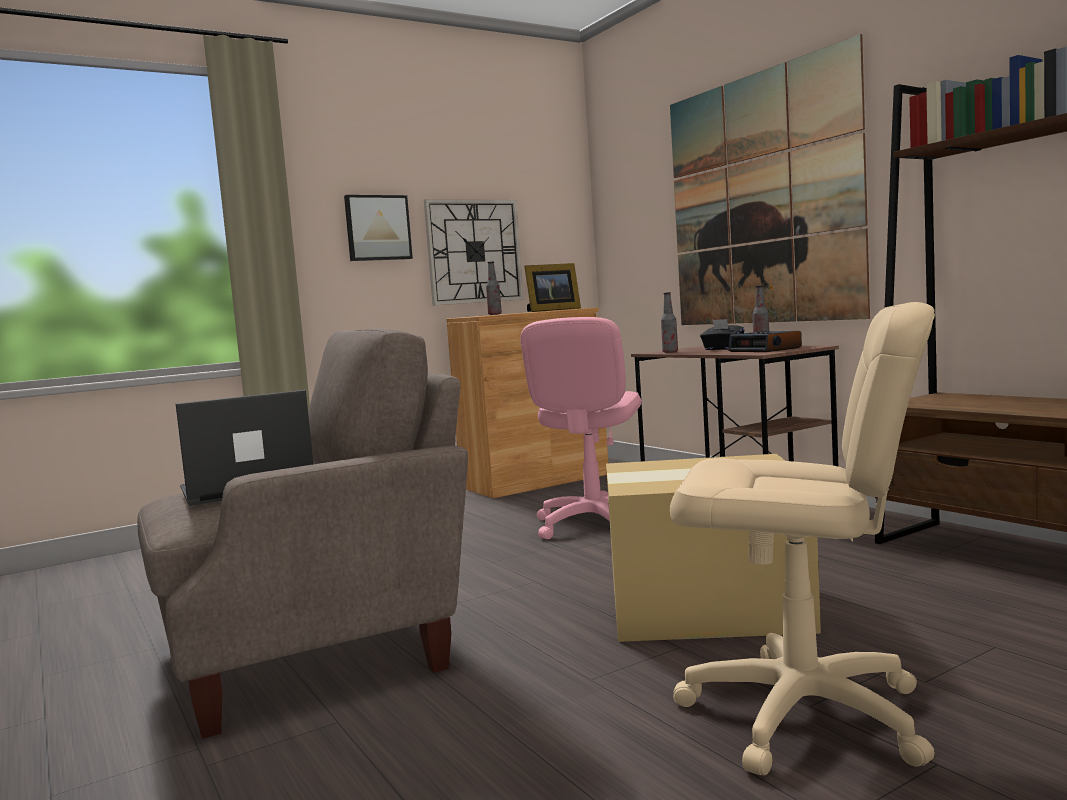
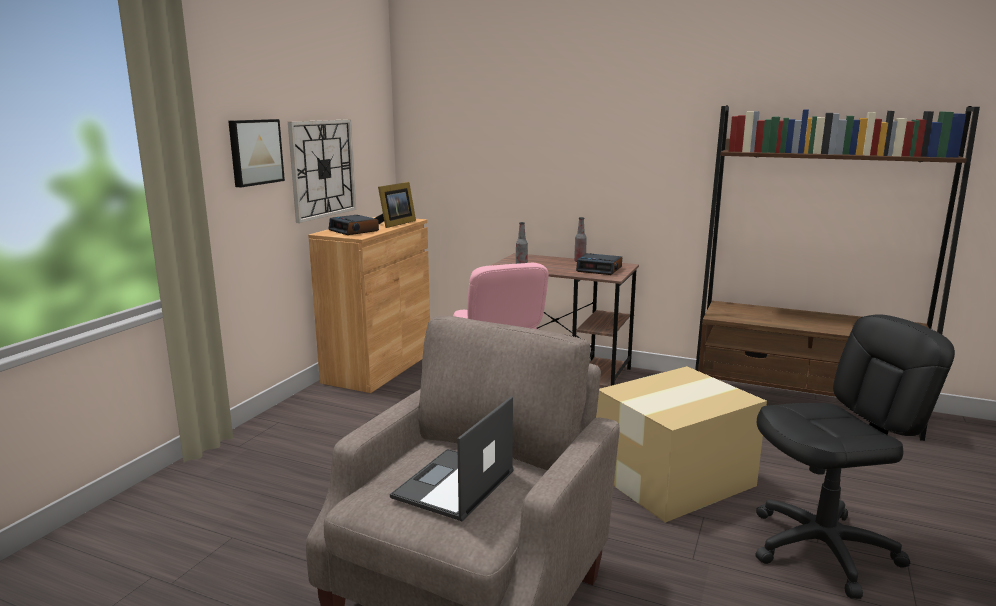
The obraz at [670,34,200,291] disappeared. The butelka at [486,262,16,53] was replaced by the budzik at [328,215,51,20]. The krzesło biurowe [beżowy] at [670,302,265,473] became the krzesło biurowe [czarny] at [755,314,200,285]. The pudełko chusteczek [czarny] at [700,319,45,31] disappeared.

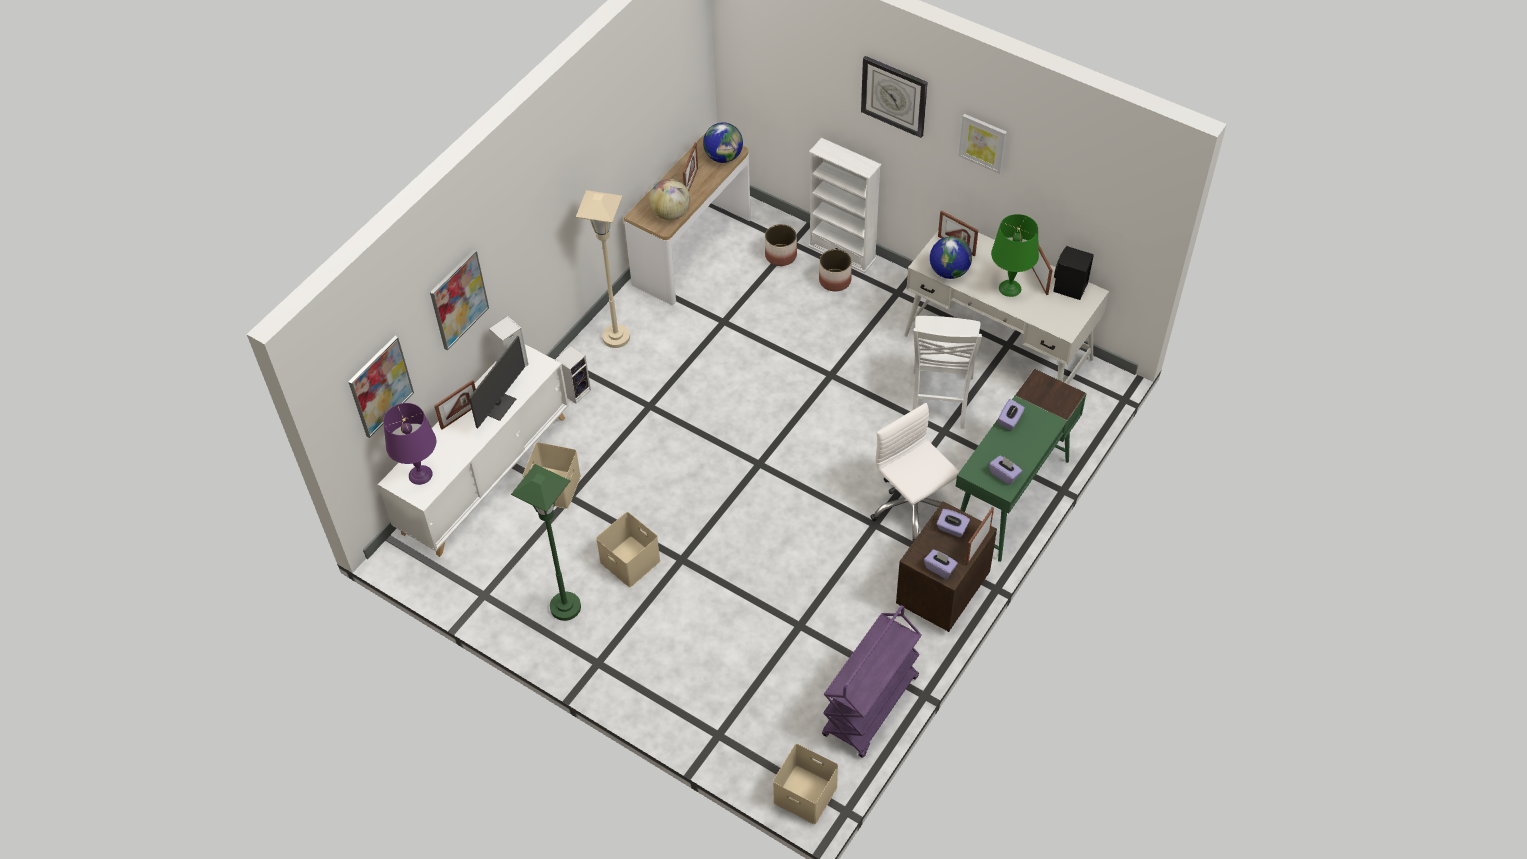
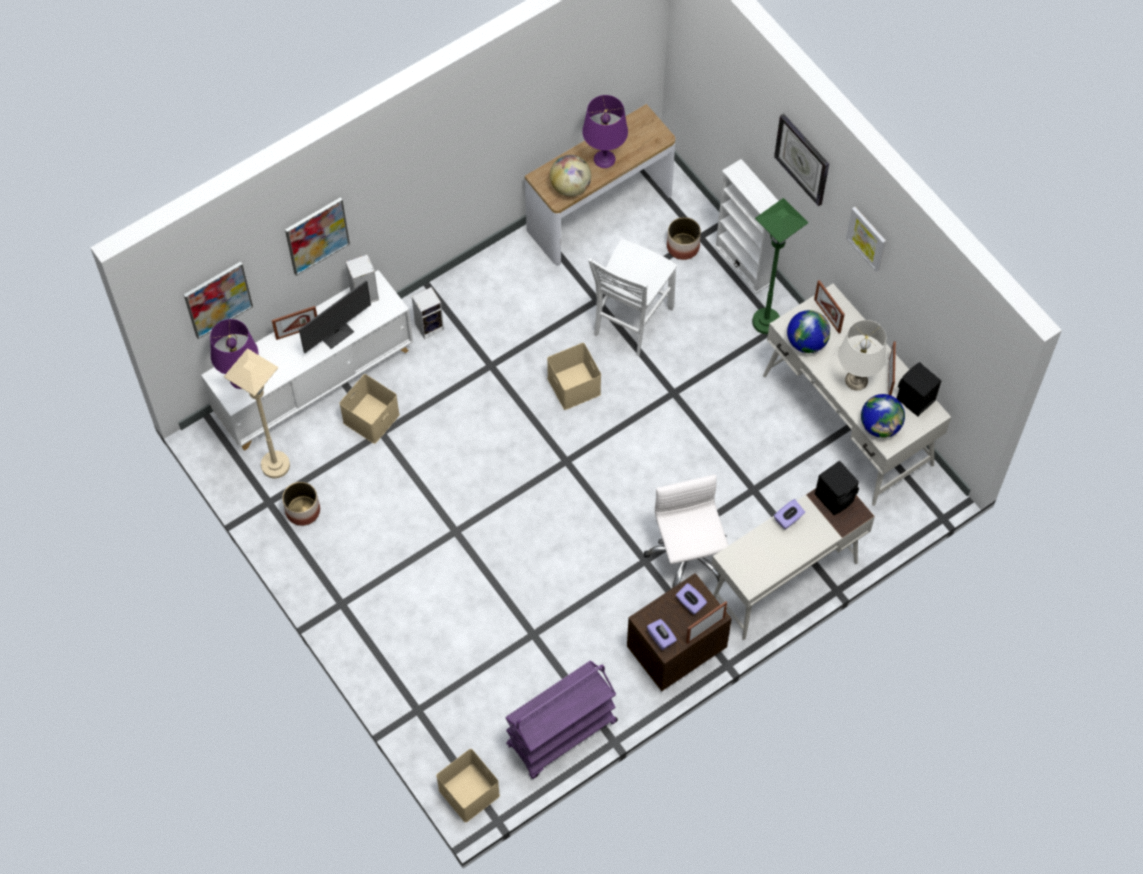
The globus moved from [703,122,40,41] to [861,394,44,44]. The ramka na zdjęcie at [683,143,15,48] was replaced by the lampa stołowa [fioletowy] at [582,95,46,73]. The lampa stojąca [beżowy] moved from [576,190,54,158] to [224,348,66,131]. The lampa stołowa [zielony] at [991,214,48,83] became the lampa stołowa [biały] at [838,320,49,71]. The donica moved from [819,249,33,42] to [282,482,38,44]. The krzesło [biały] moved from [913,316,69,113] to [588,239,89,117]. The biurko [zielony] at [956,368,131,194] became the biurko [biały] at [712,488,163,152]. The pudełko chusteczek [fioletowy] at [989,456,33,29] disappeared. The lampa stojąca [zielony] moved from [511,464,70,157] to [752,198,56,136]. The pojemnik do przechowywania [beżowy] moved from [596,512,65,76] to [547,343,54,67]. The głośnik [czarny] at [815,460,44,55] appeared.

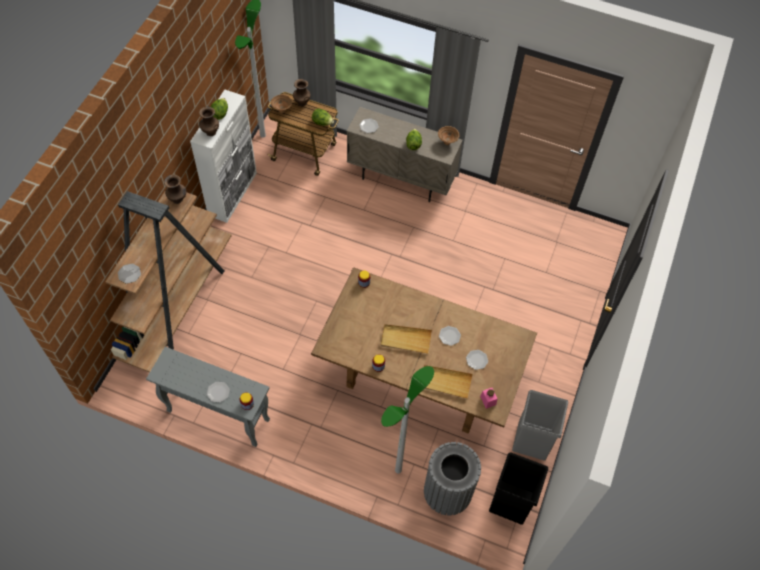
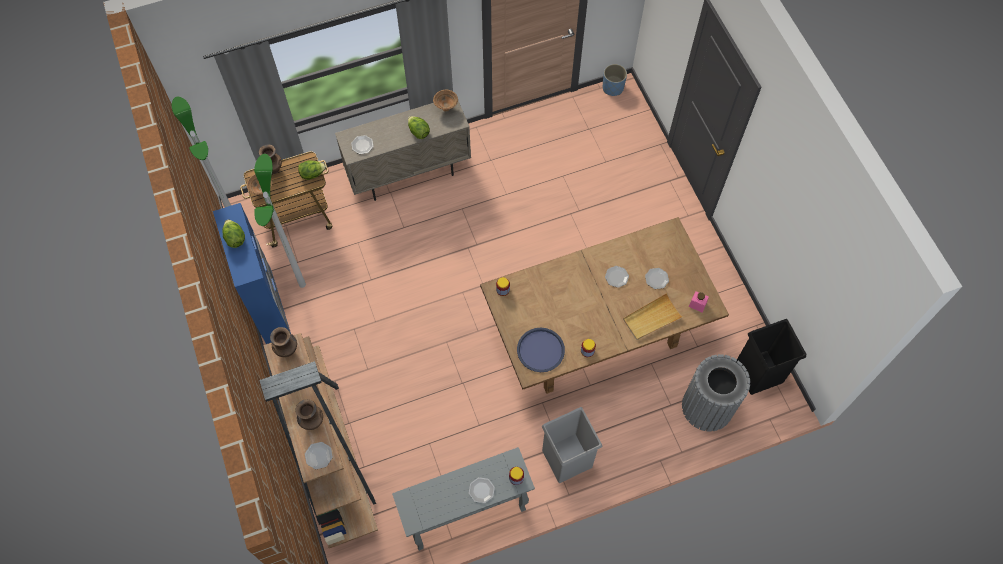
The szafka [biały] at [190,90,67,133] became the szafka [niebieski] at [213,203,78,141]. The wazon [brązowy] moved from [199,107,20,29] to [296,399,27,31]. The taca [beżowy] at [380,324,52,30] disappeared. The lampa stojąca moved from [381,366,53,108] to [254,154,52,134]. The kosz na śmieci [szary] moved from [512,390,56,71] to [542,407,60,76]. The donica [niebieski] at [603,64,24,32] appeared. The taca [niebieski] at [517,328,48,44] appeared.

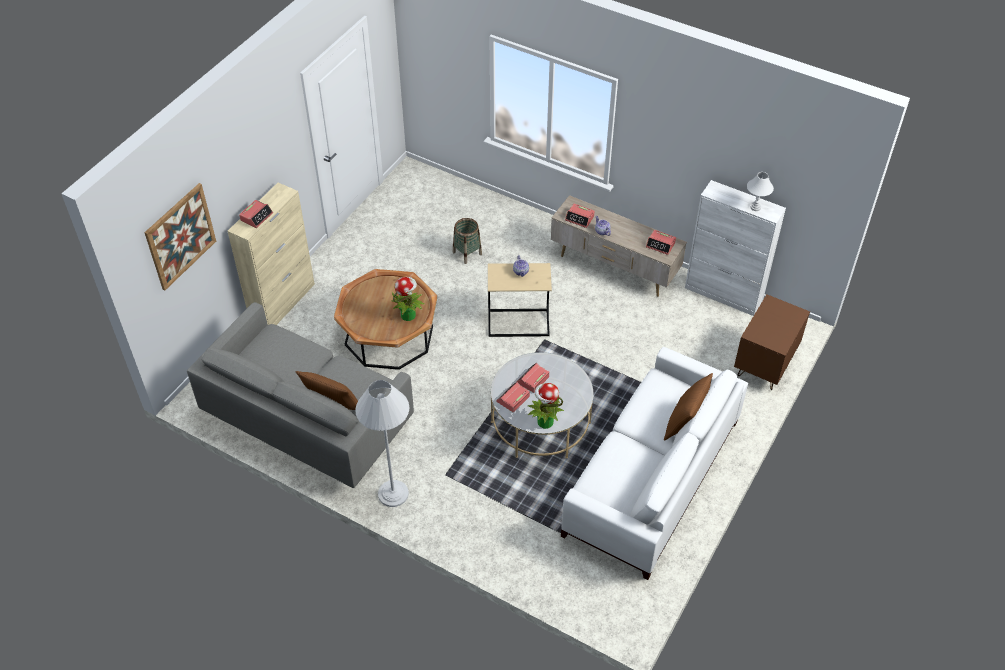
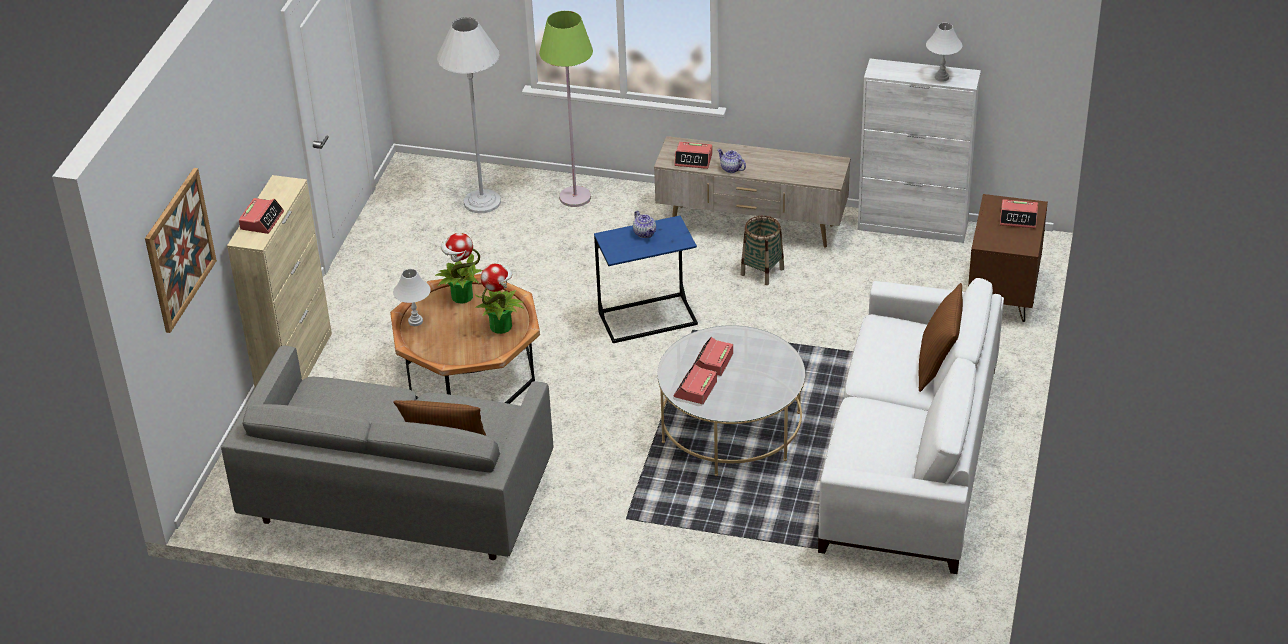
The koszyk moved from [453,218,29,46] to [741,216,43,69]. The budzik moved from [646,230,30,25] to [1000,199,38,29]. The stolik [beżowy] at [488,263,64,74] became the stolik [niebieski] at [594,216,104,127]. The lampa stojąca [biały] moved from [355,380,54,127] to [437,17,64,196]. The roślina doniczkowa moved from [528,383,36,46] to [435,233,48,71]. The lampa stojąca [zielony] at [539,11,54,196] appeared. The lampa stołowa [biały] at [393,269,38,57] appeared.

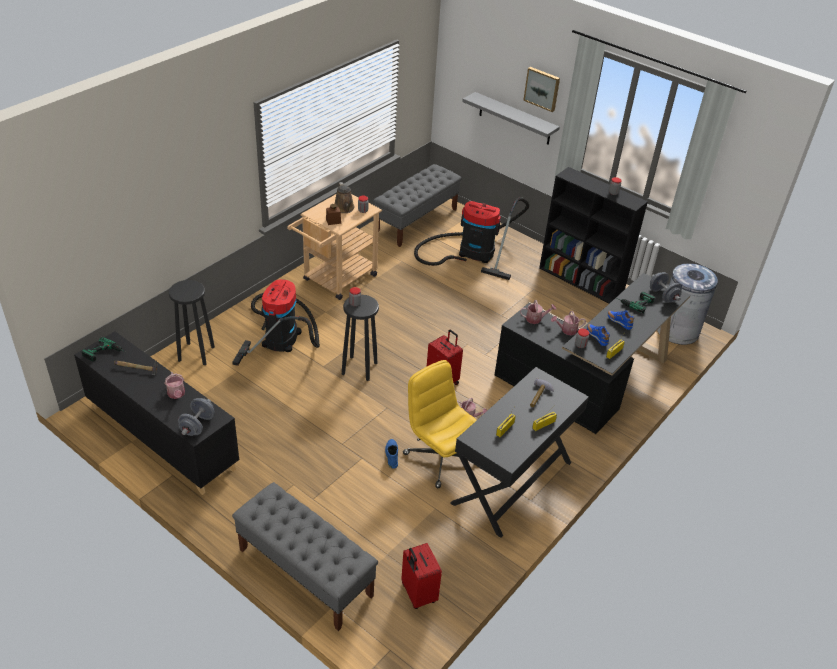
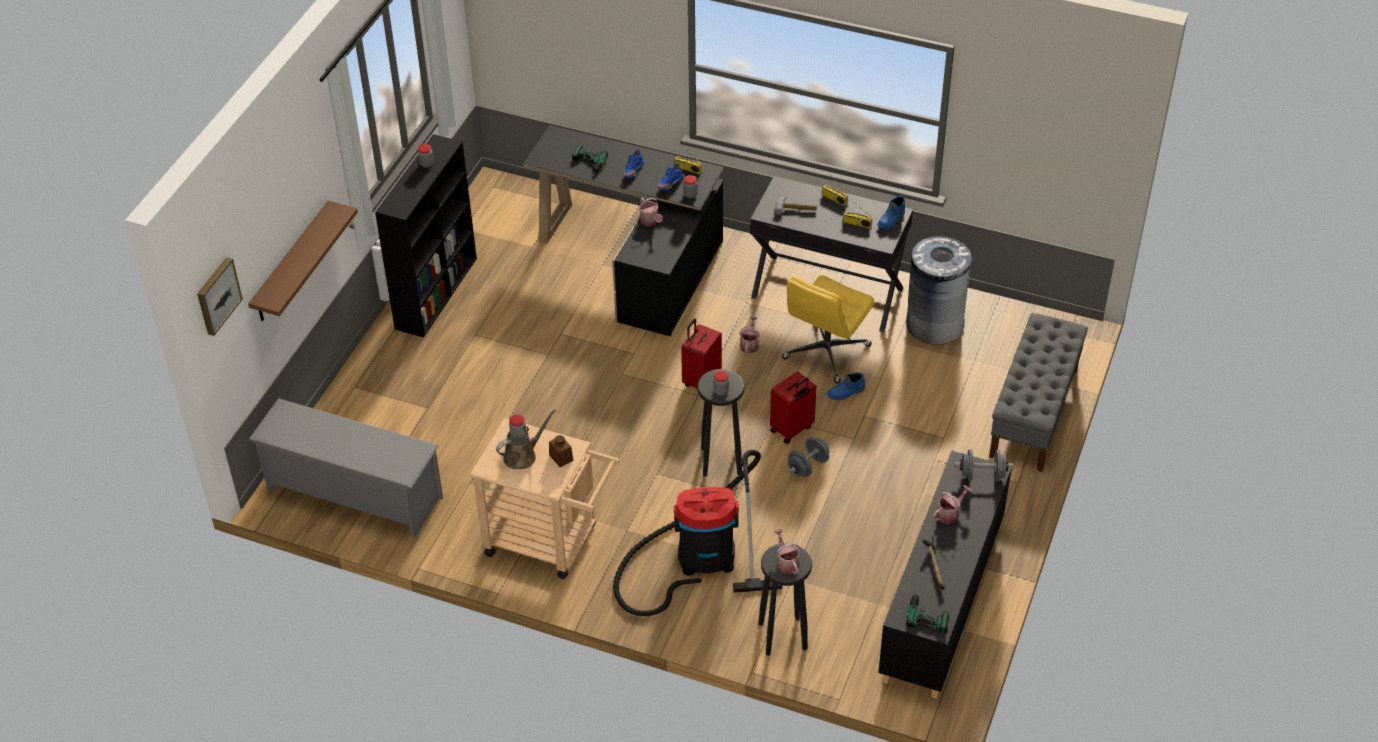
The obraz moved from [523,67,37,45] to [197,257,46,79]. The półka [szary] at [462,92,98,53] became the półka [brązowy] at [248,201,110,120]. The ławka [szary] at [373,164,89,83] was replaced by the regał na buty [szary] at [248,398,195,140]. The odkurzacz at [414,197,115,83] disappeared. The kosz na śmieci [szary] moved from [657,263,61,82] to [906,236,66,109]. The hantel [szary] moved from [650,272,32,31] to [788,437,41,40]. The konewka moved from [520,300,36,24] to [774,529,27,46]. The walizka [czerwony] moved from [401,543,41,66] to [770,371,47,73]. The but z cholewką [niebieski] at [877,195,28,34] appeared.

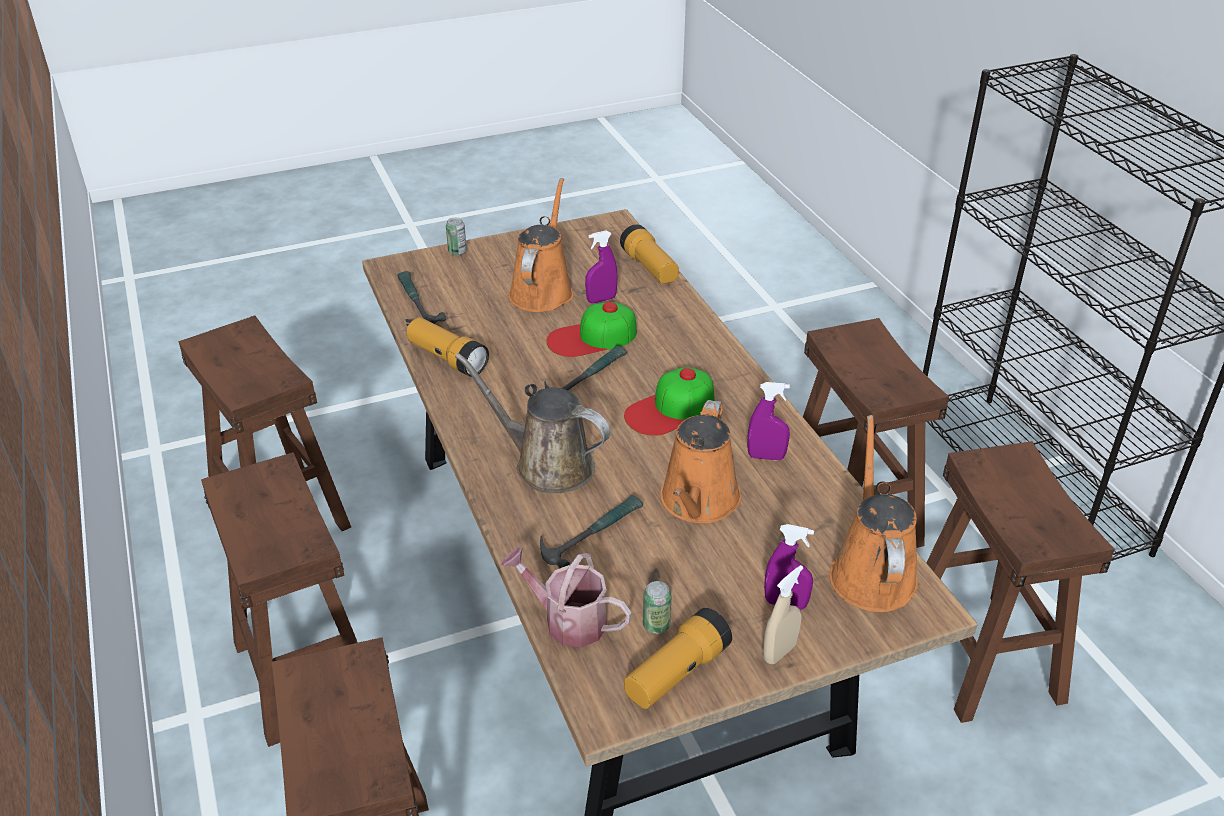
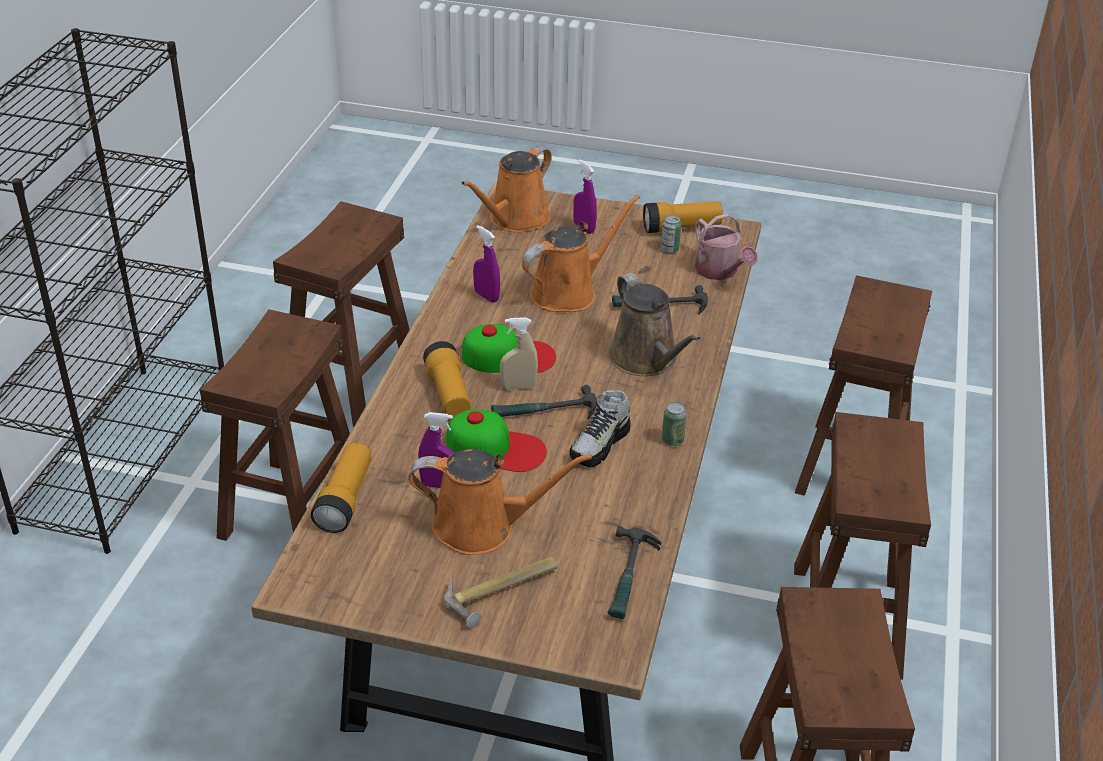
The konewka [pomarańczowy] at [508,178,65,134] turned 135 degrees counterclockwise. The puszka moved from [446,217,21,38] to [662,402,25,44]. The latarka moved from [407,317,82,60] to [423,341,48,76]. The spryskiwacz [beżowy] moved from [763,565,40,99] to [500,317,38,73]. The but at [570,390,61,77] appeared. The młotek at [444,556,114,73] appeared.

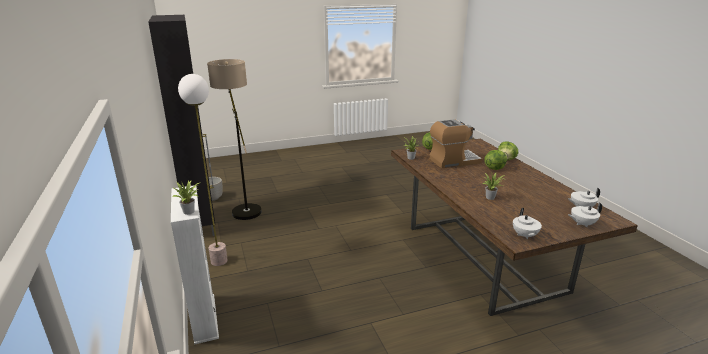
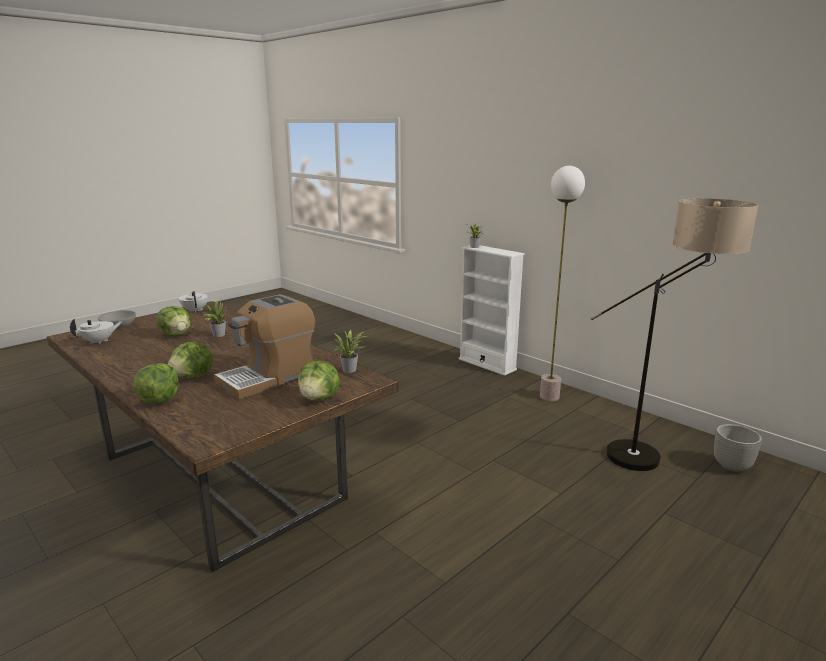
The szafka [czarny] at [148,15,67,221] disappeared. The imbryk [biały] at [568,202,34,25] was replaced by the miska [szary] at [98,310,38,19]. The sałata at [156,306,35,30] appeared.

